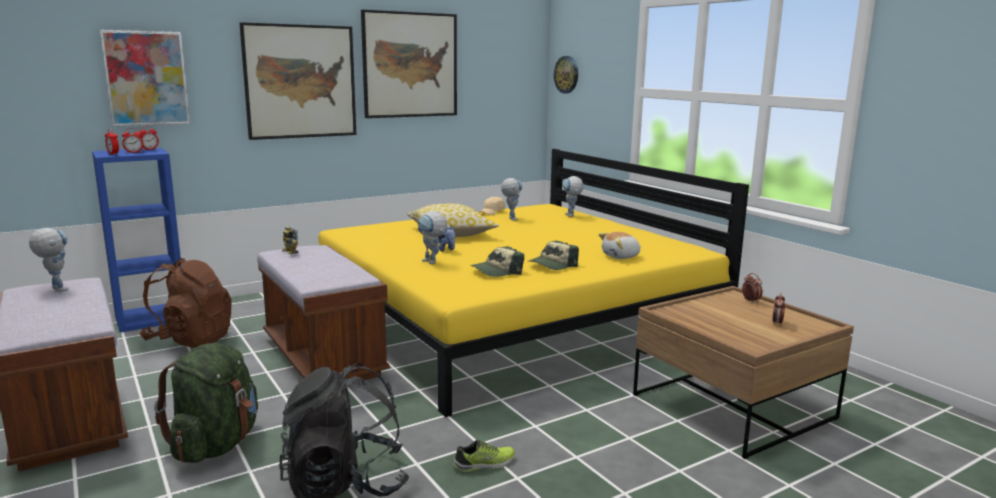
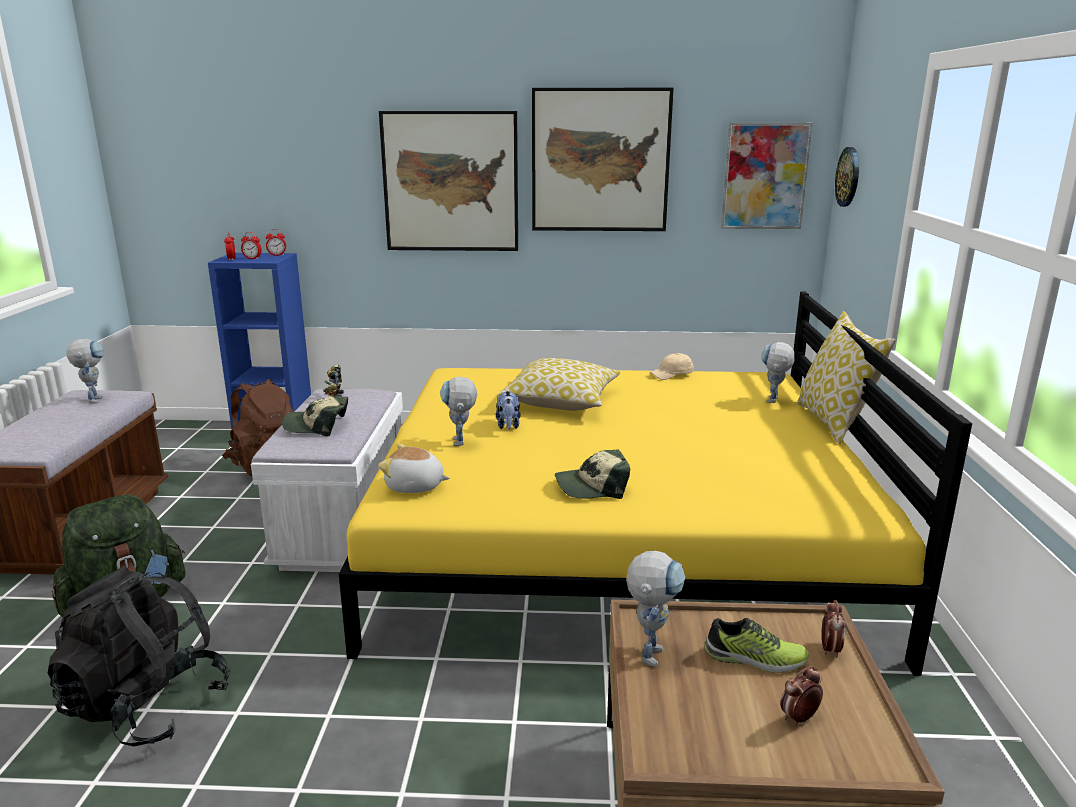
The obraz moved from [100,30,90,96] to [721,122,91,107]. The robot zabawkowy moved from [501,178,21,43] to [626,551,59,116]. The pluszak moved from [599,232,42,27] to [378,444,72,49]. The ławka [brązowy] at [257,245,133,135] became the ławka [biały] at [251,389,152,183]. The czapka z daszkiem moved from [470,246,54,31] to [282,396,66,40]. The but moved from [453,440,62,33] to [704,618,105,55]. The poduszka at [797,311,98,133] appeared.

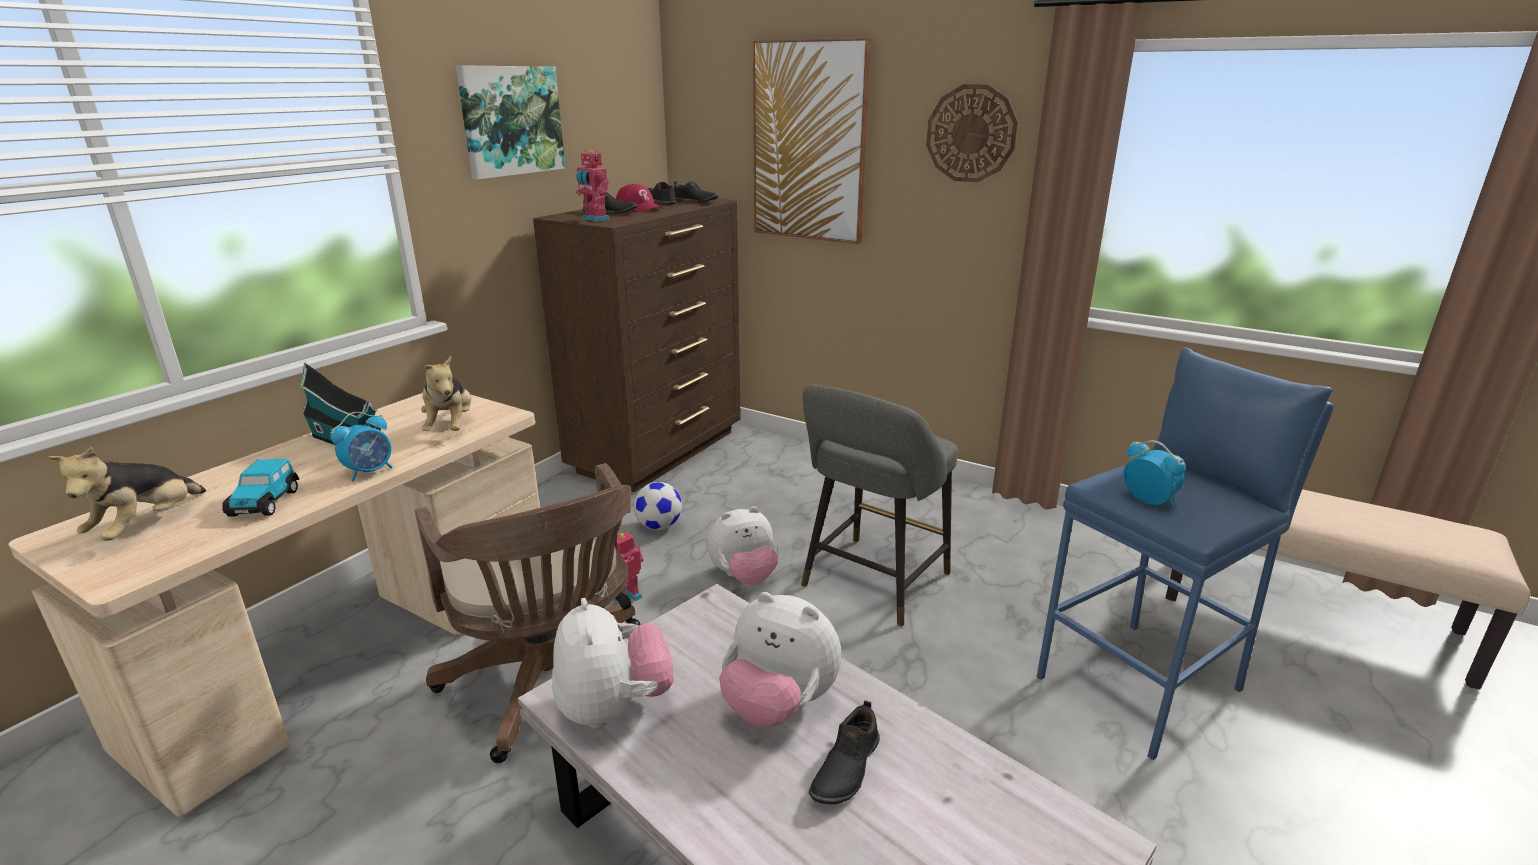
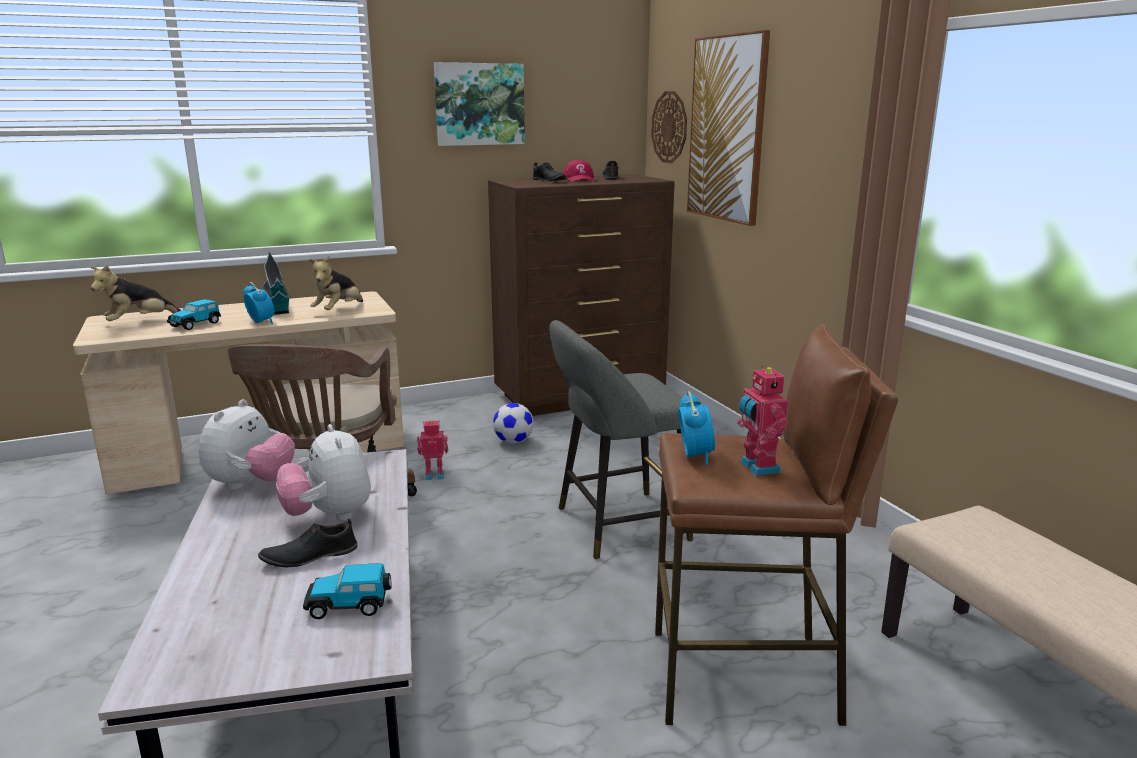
The zegar ścienny moved from [926,84,92,98] to [651,91,36,72]. The robot zabawkowy moved from [576,149,34,73] to [737,365,51,111]. The but [czarny] at [674,181,45,21] disappeared. The stołek [niebieski] at [1036,347,298,413] became the stołek [brązowy] at [655,325,243,401]. The budzik at [330,412,63,69] turned 120 degrees counterclockwise. The pluszak at [707,507,71,78] disappeared. The samochodzik at [303,563,89,56] appeared.

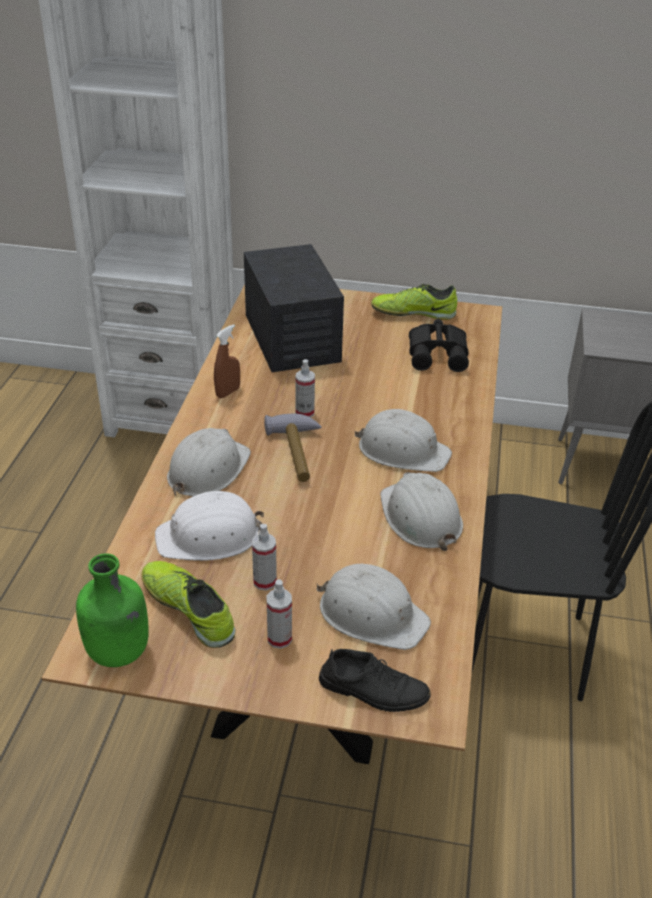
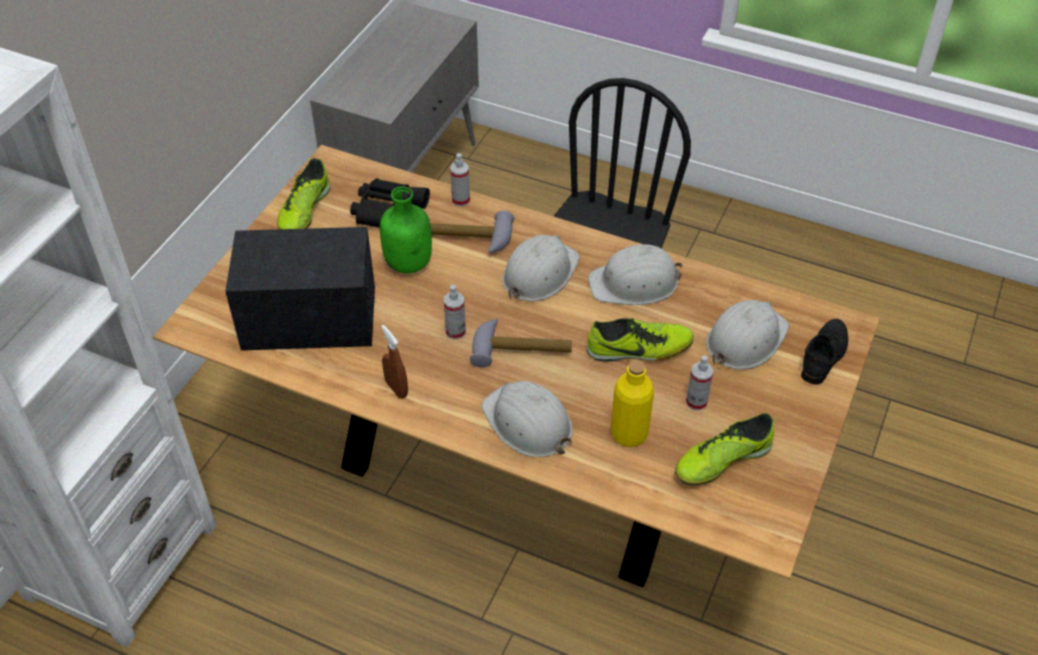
The kask [biały] at [155,491,109,70] was replaced by the butelka [żółty] at [611,360,43,87]. The butelka [zielony] moved from [76,553,73,114] to [380,187,52,86]. The spryskiwacz moved from [266,579,26,70] to [450,153,20,54]. The młotek at [430,211,84,42] appeared. The but at [587,318,107,44] appeared.

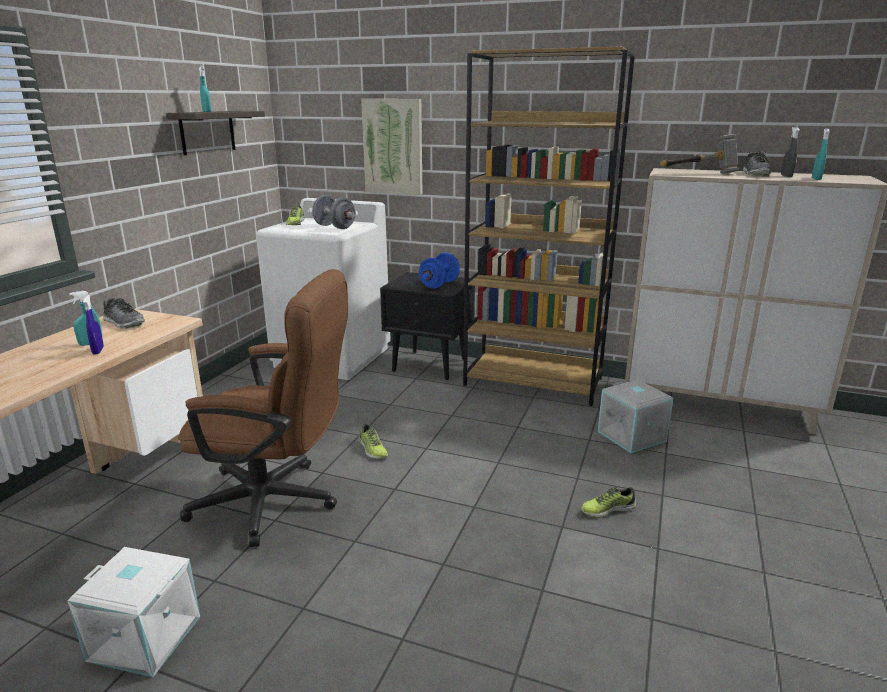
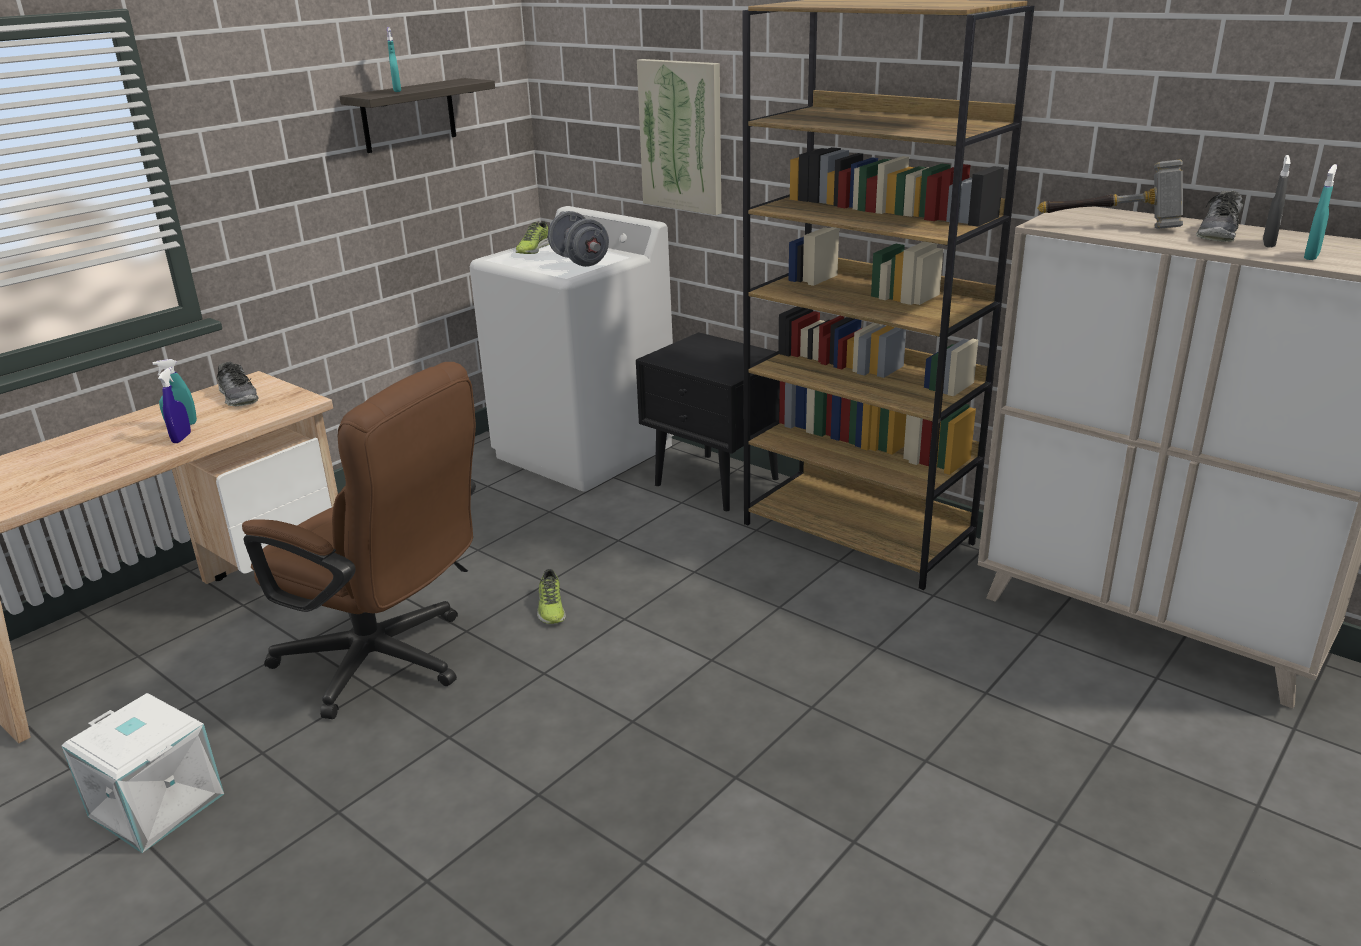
The hantel [niebieski] at [419,253,41,35] disappeared. The pojemnik do przechowywania [szary] at [598,380,75,73] disappeared. The but at [581,487,55,30] disappeared.

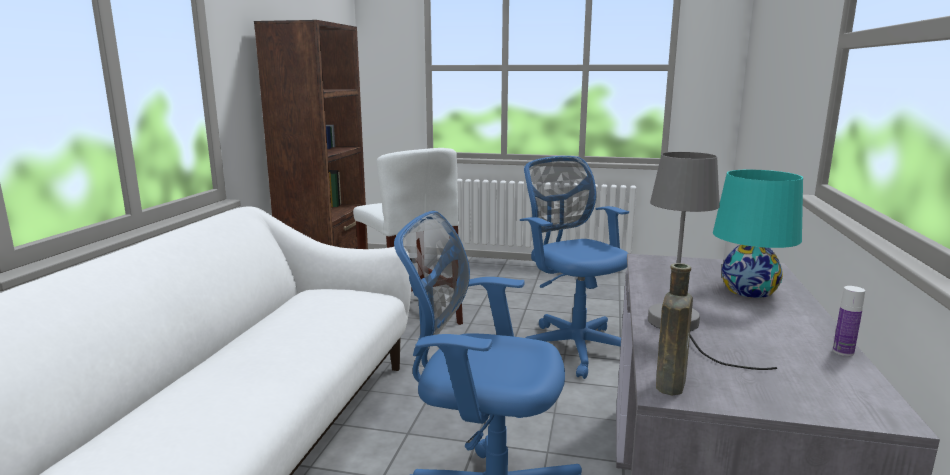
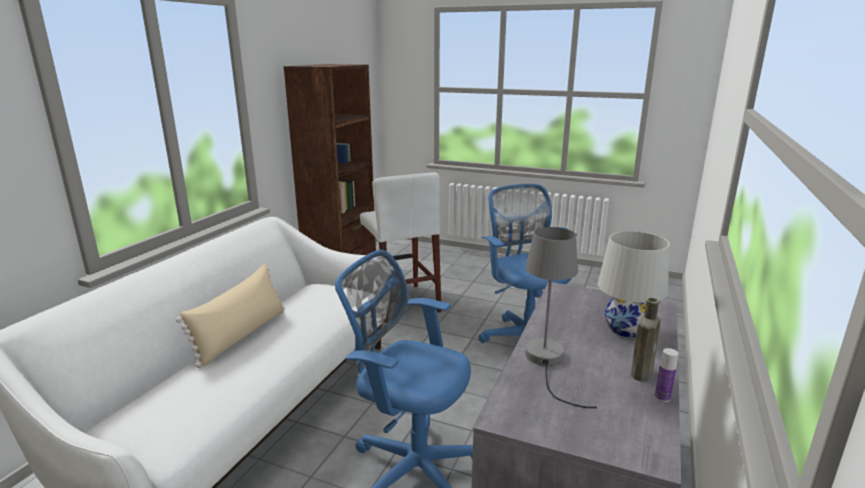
The lampa stołowa [turkusowy] at [713,170,90,128] became the lampa stołowa [biały] at [598,231,72,106]. The butelka [brązowy] moved from [656,263,37,132] to [631,298,30,84]. The poduszka [beżowy] at [176,264,109,104] appeared.

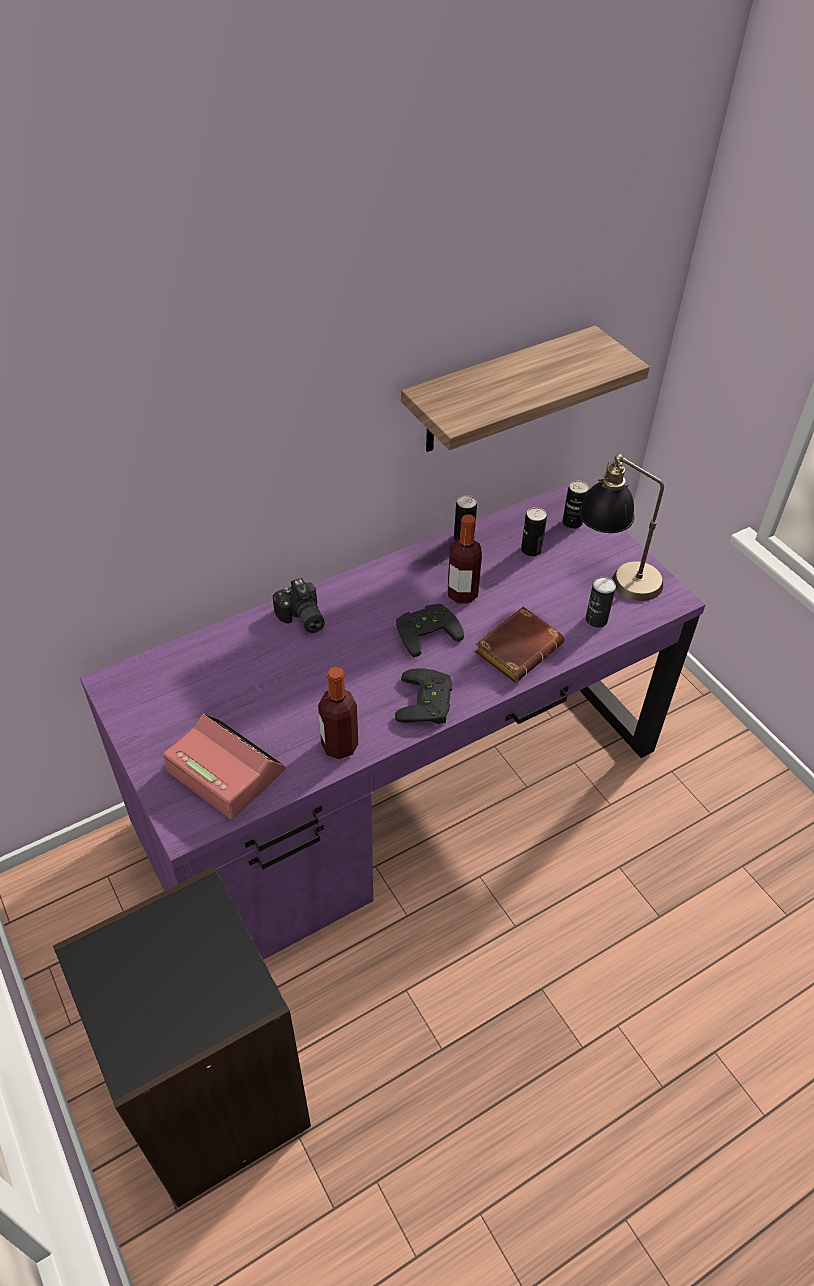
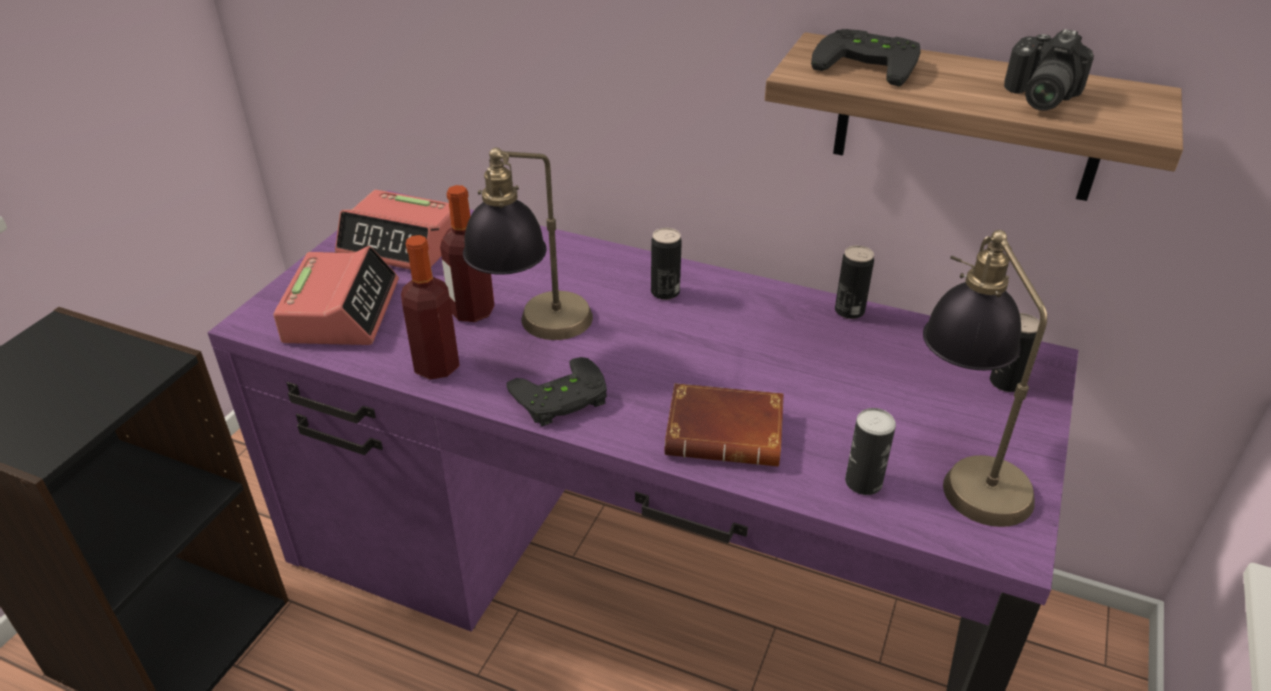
The puszka moved from [521,507,26,49] to [651,228,31,72]. The butelka moved from [448,514,34,90] to [440,185,54,137]. The aparat fotograficzny moved from [273,578,52,55] to [1004,29,90,82]. The pad do gier [czarny] moved from [396,604,68,53] to [811,29,109,58]. The lampa stołowa at [463,148,130,192] appeared. The budzik at [335,190,116,80] appeared.

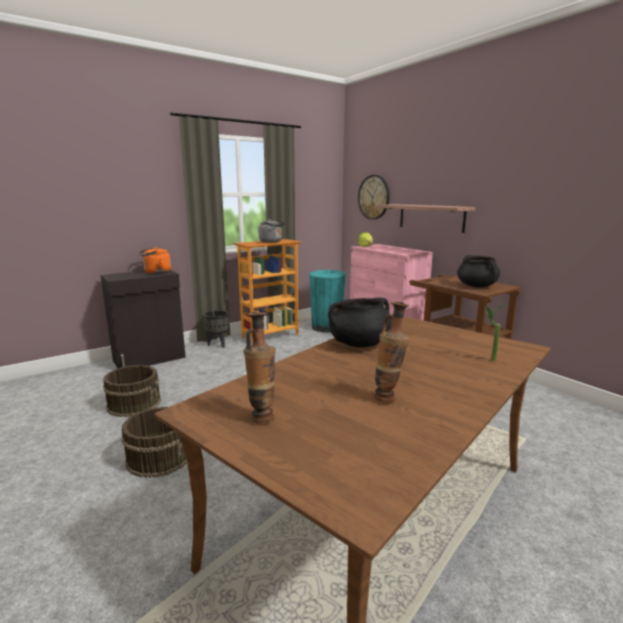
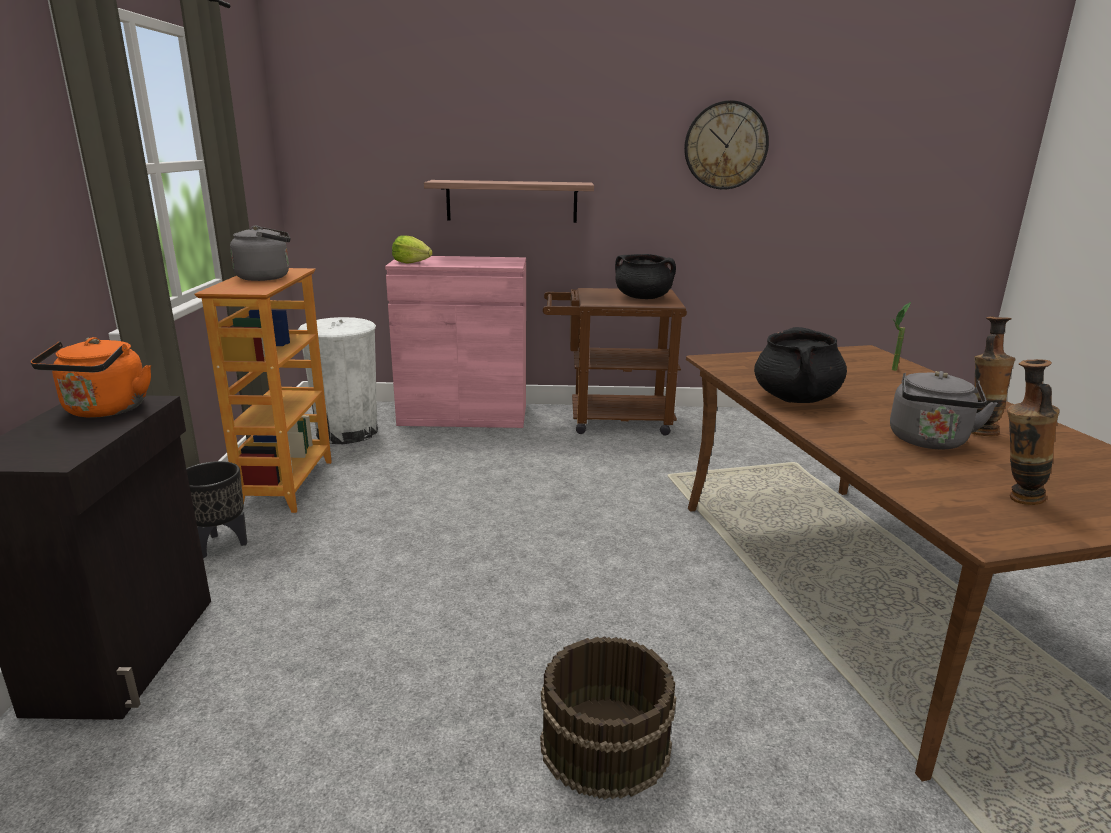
The zegar ścienny moved from [358,175,32,45] to [684,100,85,90]. The kosz na śmieci [turkusowy] at [309,270,37,63] became the kosz na śmieci [biały] at [298,317,80,127]. The wiadro [brązowy] at [103,365,58,52] disappeared. The czajnik [szary] at [890,371,108,79] appeared.

